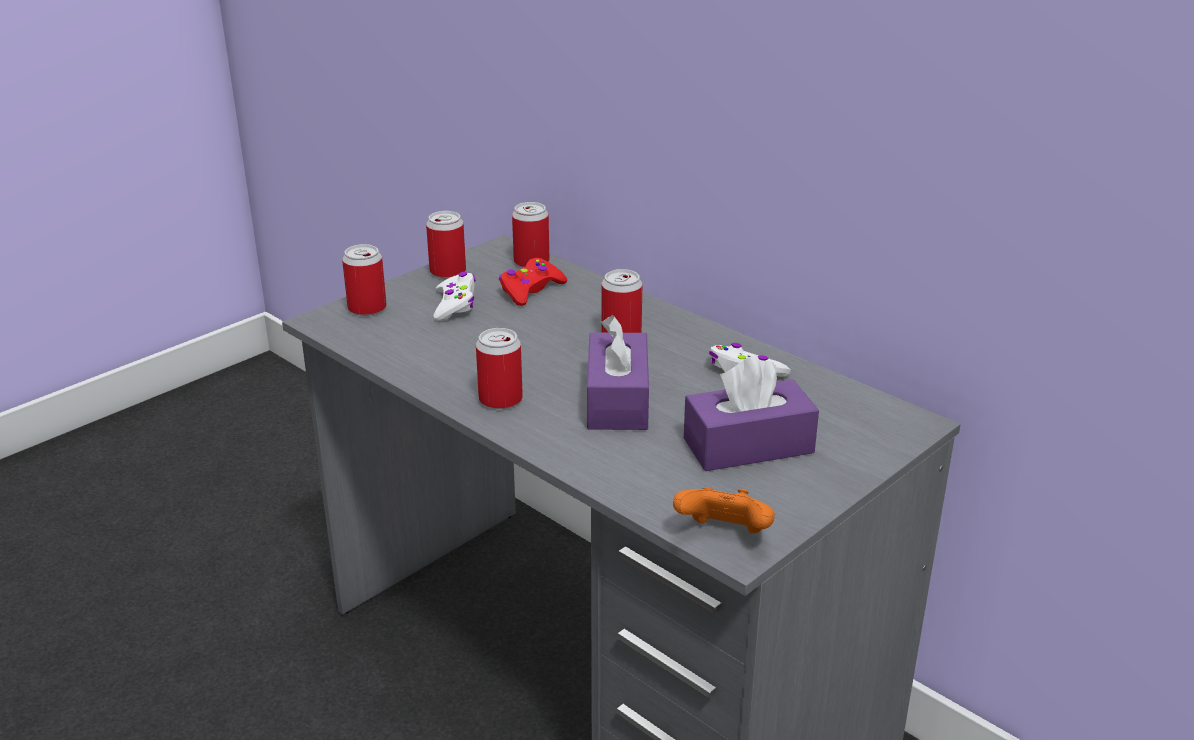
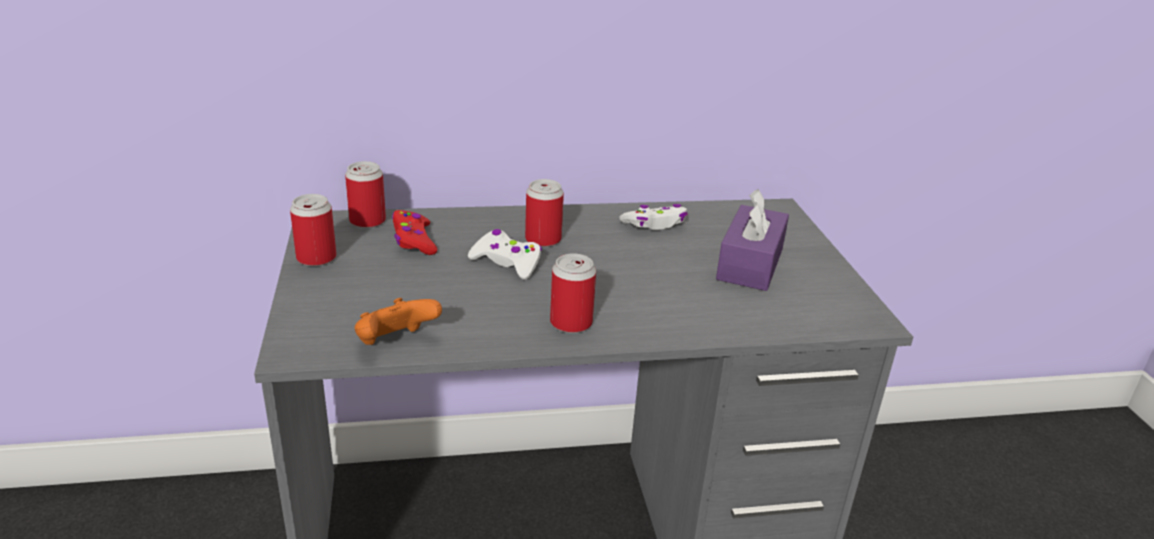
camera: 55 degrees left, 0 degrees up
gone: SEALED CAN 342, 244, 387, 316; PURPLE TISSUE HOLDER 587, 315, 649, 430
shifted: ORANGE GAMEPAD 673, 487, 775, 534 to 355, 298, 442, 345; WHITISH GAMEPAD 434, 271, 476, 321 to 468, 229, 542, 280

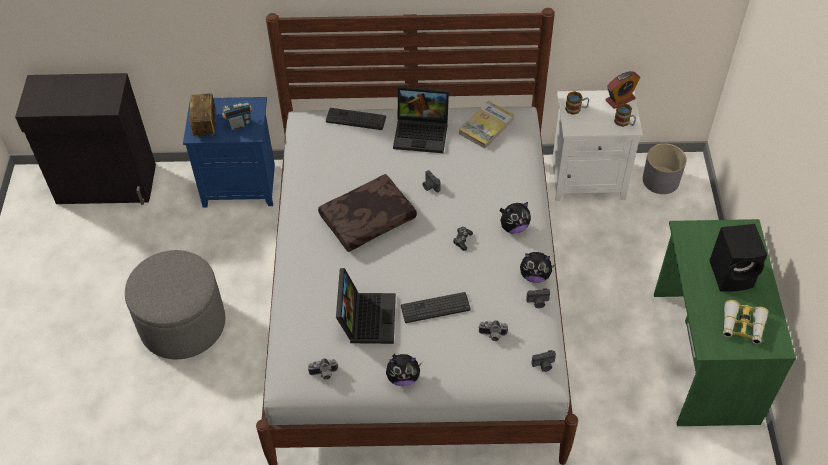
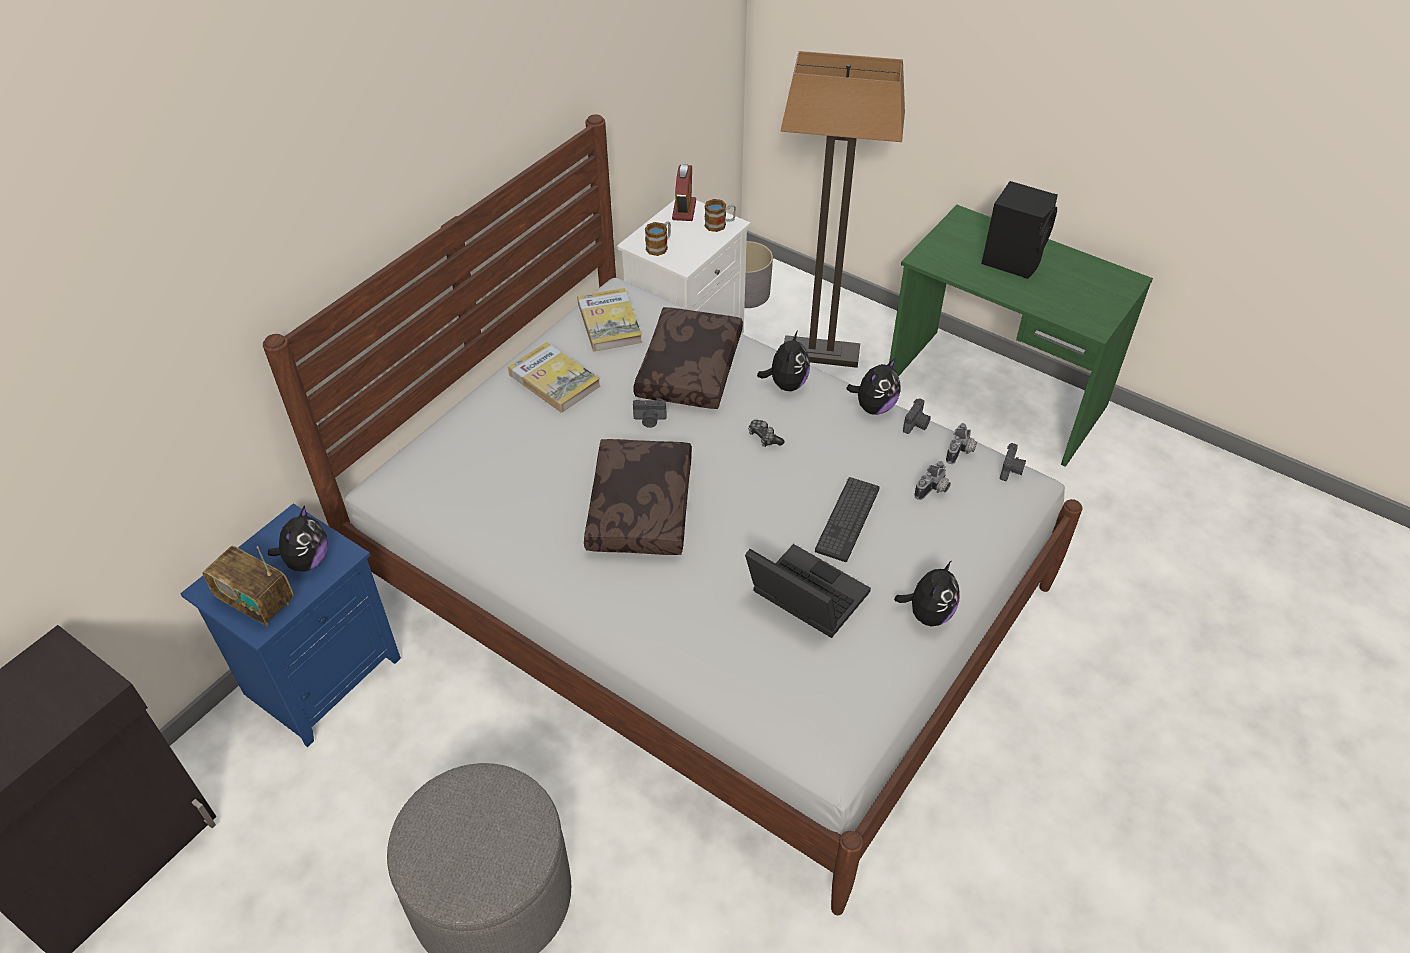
camera: 55 degrees left, 5 degrees down
gone: COMPUTER KEYBOARD 326, 108, 386, 130; FIELD GLASSES 723, 300, 768, 344
new: BROWNISH CUSHION 633, 307, 743, 409; STANDING LAMP 781, 51, 905, 368
shifted: STILL CAMERA 308, 358, 338, 380 to 946, 423, 977, 464
swapped: RADIO RECEIVER 222, 97, 253, 130 to CUDDLY TOY 268, 505, 328, 571; NOTEBOOK COMPUTER 393, 86, 449, 153 to VOLUME 508, 342, 600, 413

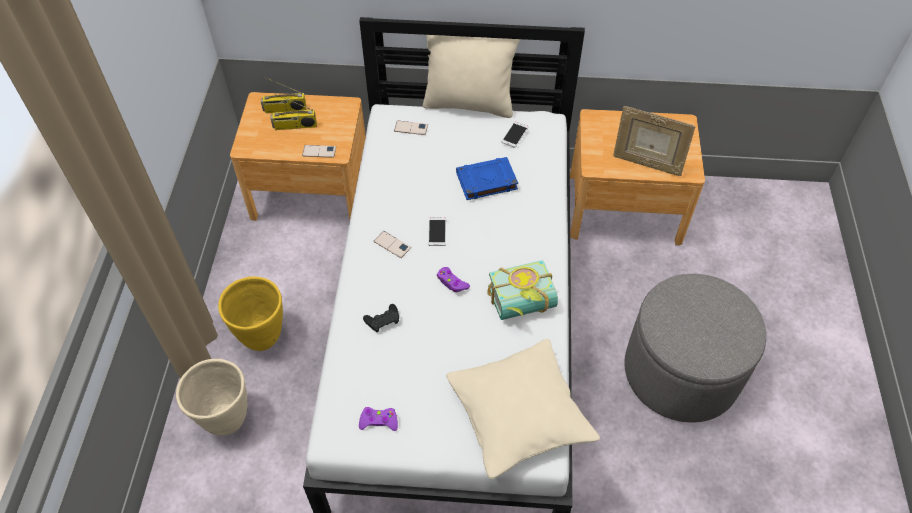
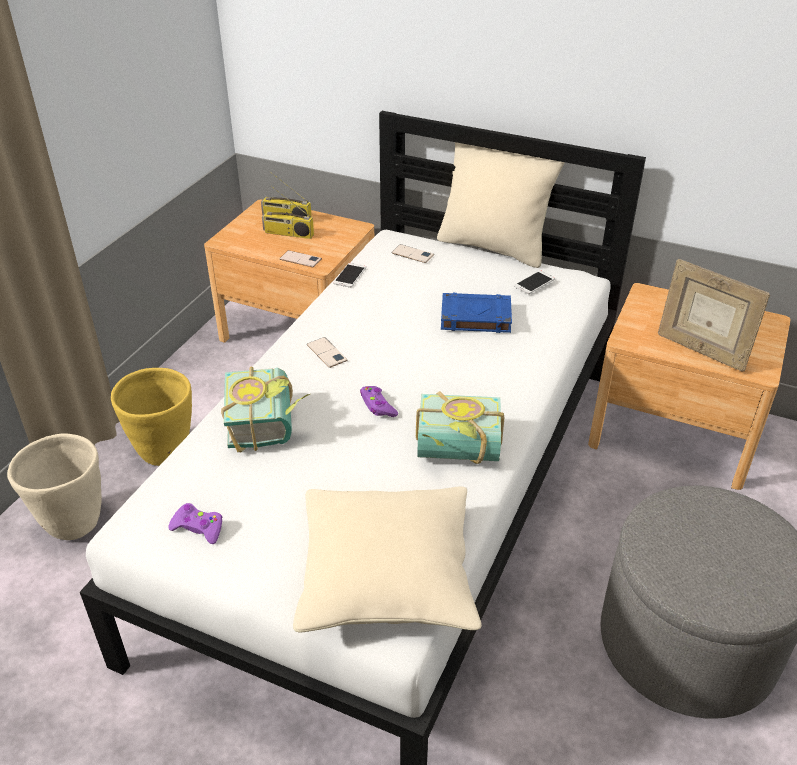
camera: 20 degrees right, 15 degrees down
shifted: PHONE 428, 217, 446, 246 to 334, 263, 366, 288
swapped: BLACKISH GAMEPAD 363, 304, 399, 332 to VOLUME 221, 367, 310, 452

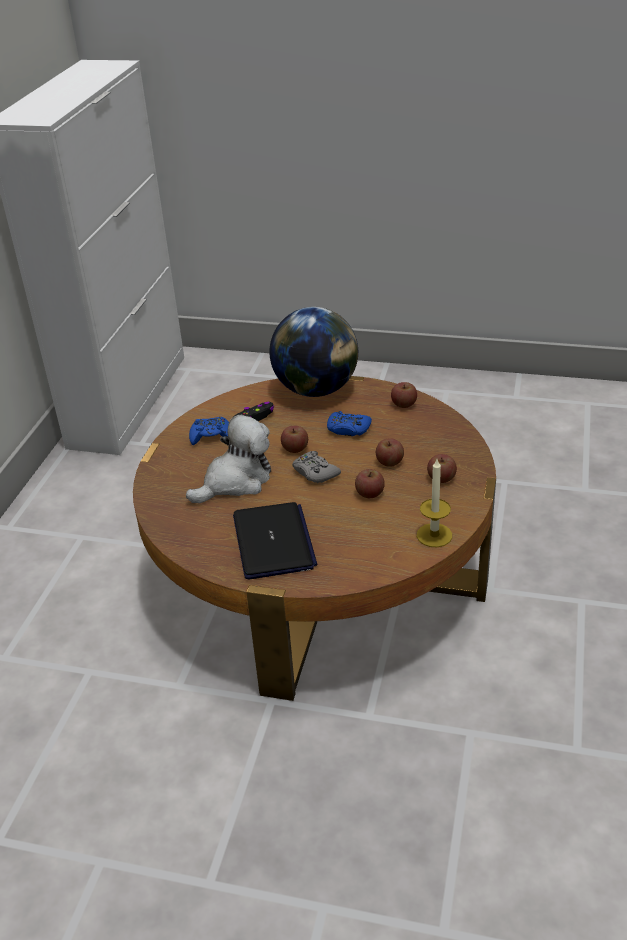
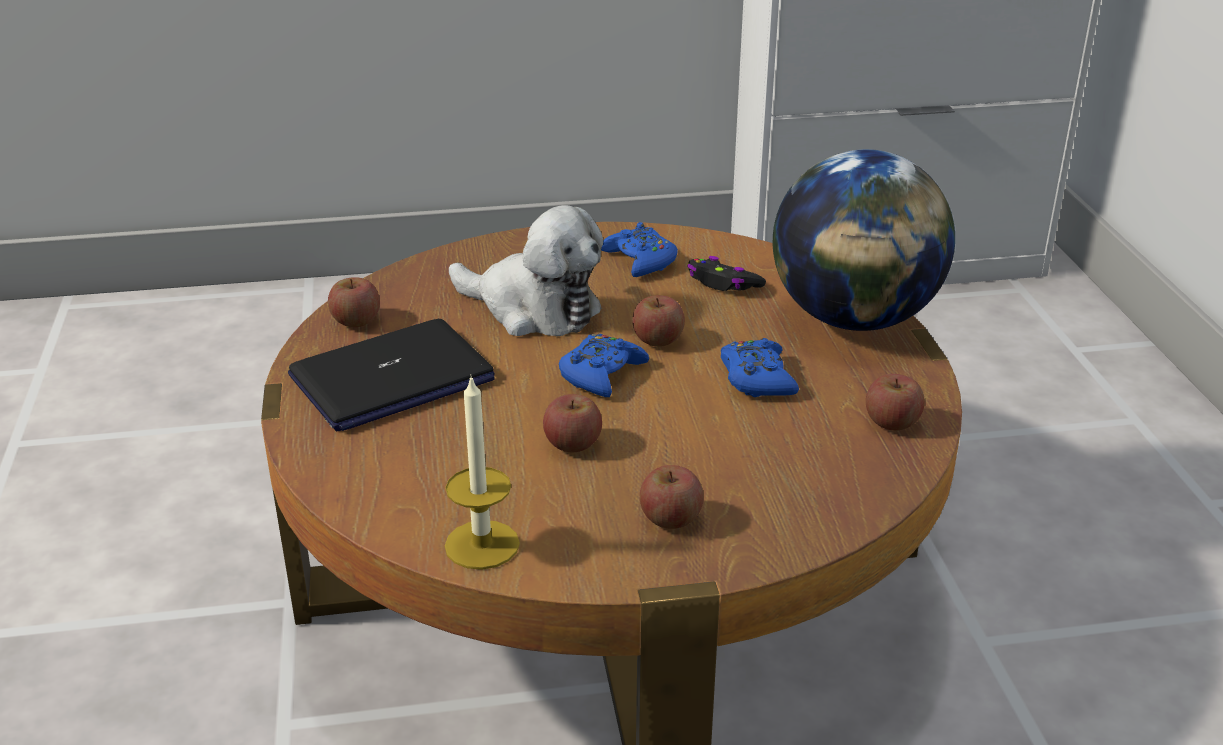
camera: 65 degrees right, 5 degrees down
shifted: WHOLE APPLE 376, 438, 404, 467 to 328, 277, 380, 327
repainted: GREYISH GAMEPAD 292, 451, 341, 483 to BLUE-COLOURED GAMEPAD 559, 334, 649, 397

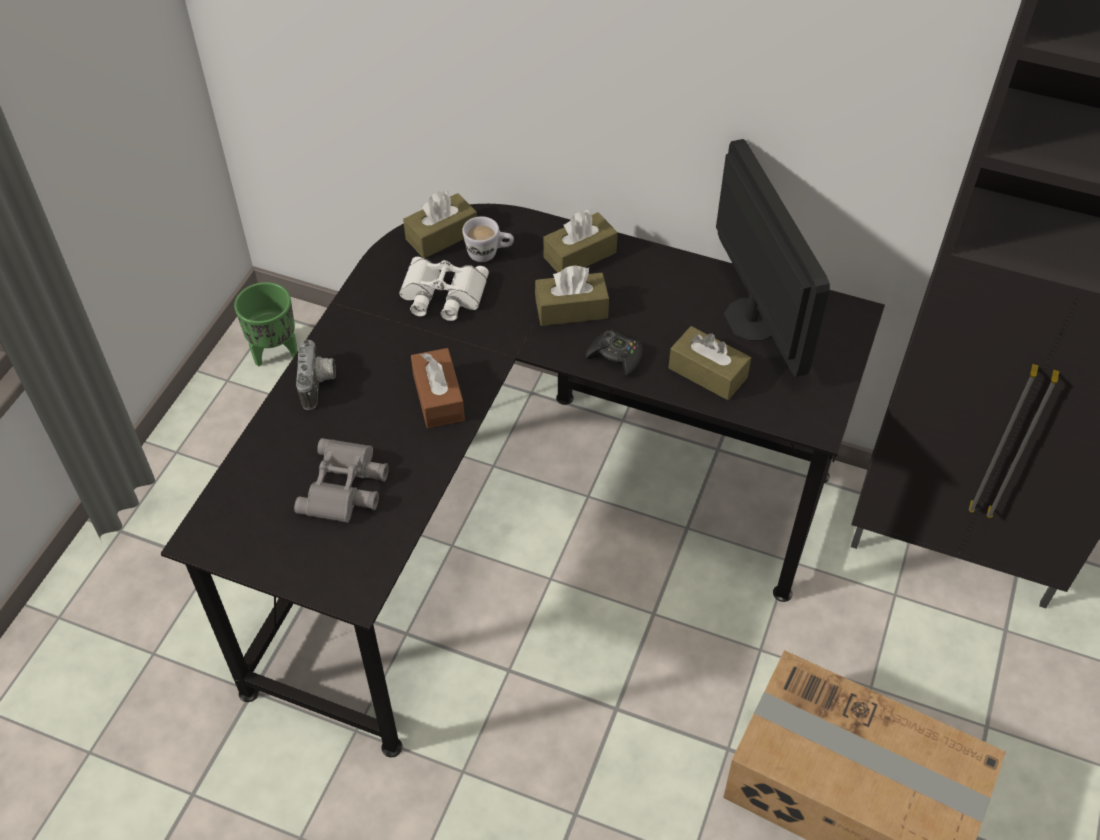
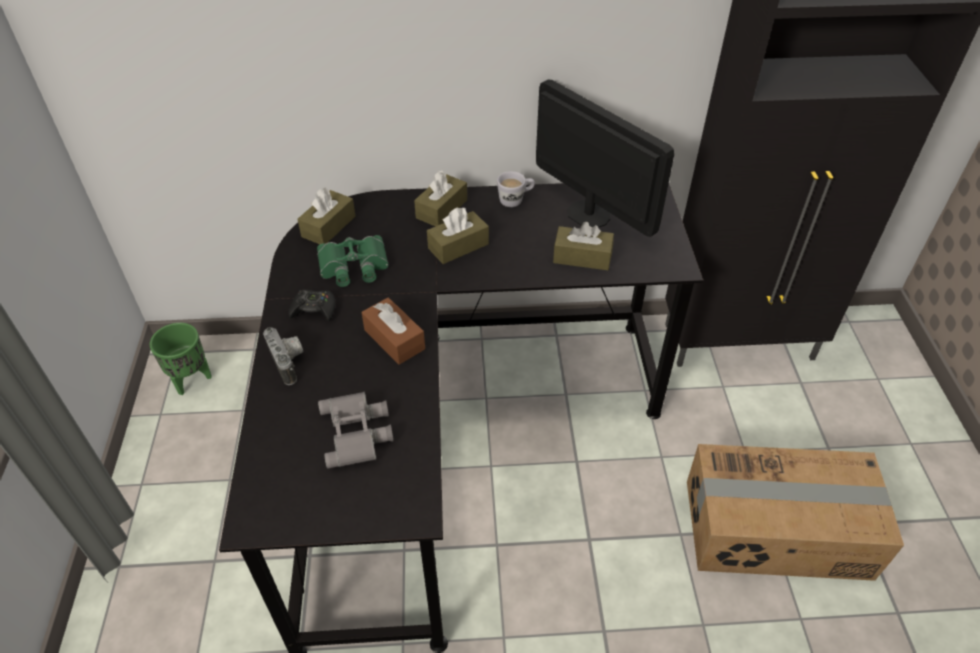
camera: 25 degrees left, 5 degrees down
shifted: BLACKISH GAMEPAD 585, 330, 643, 377 to 288, 289, 335, 321; WHITISH MUG 462, 216, 514, 262 to 497, 171, 535, 207
repainted: WHITISH FIELD GLASSES 399, 257, 489, 321 to GREEN-COLOURED FIELD GLASSES 317, 235, 388, 287

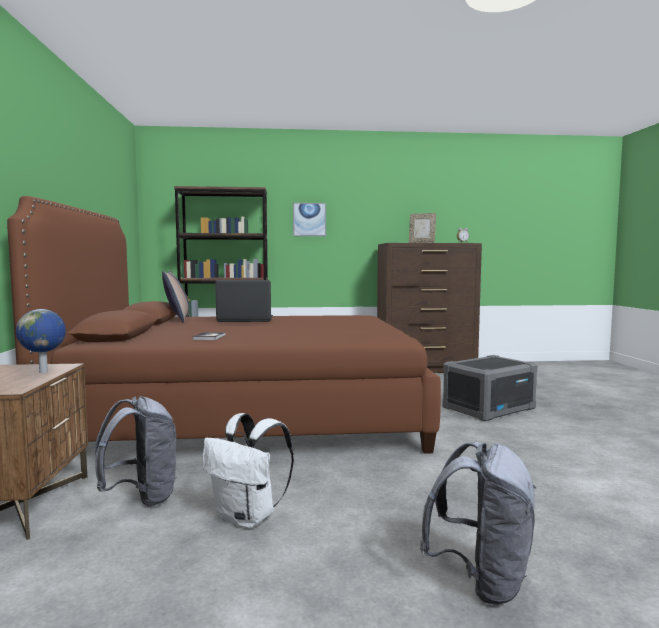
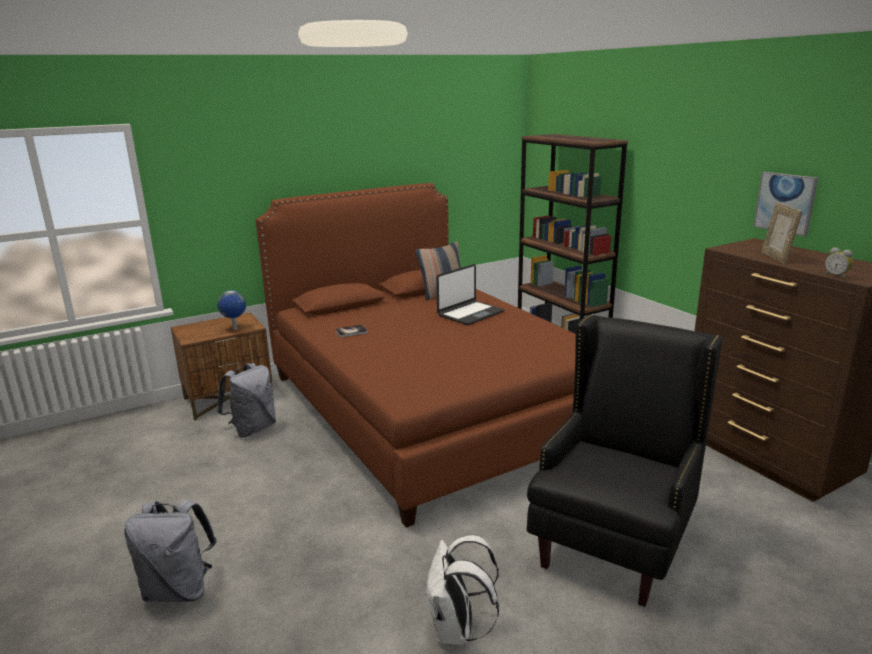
camera: 65 degrees right, 15 degrees up
shifted: WHITISH RUCKSACK 202, 413, 294, 529 to 425, 535, 499, 645; WALL ART 293, 203, 326, 236 to 753, 172, 818, 236
swapped: GREYISH STORAGE BOX 442, 355, 538, 421 to BLACKISH ARMCHAIR 527, 314, 723, 607
rotated: NOTEBOOK COMPUTER 215, 280, 273, 322 = 436, 264, 505, 325 75 degrees clockwise

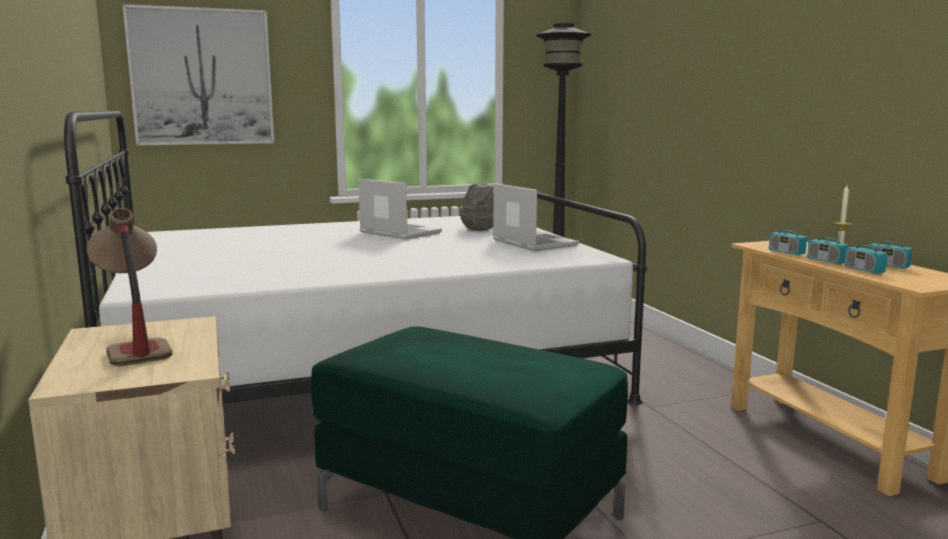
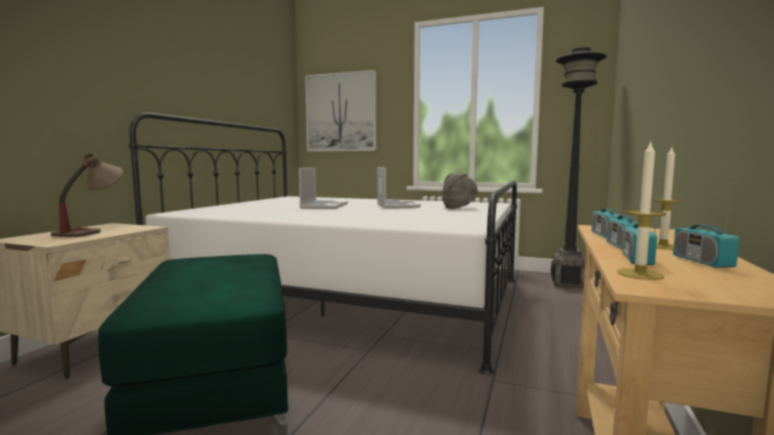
camera: 40 degrees right, 5 degrees down
new: WAX CANDLE 617, 141, 666, 280
shifted: NOTEBOOK COMPUTER 493, 183, 579, 251 to 299, 167, 348, 209

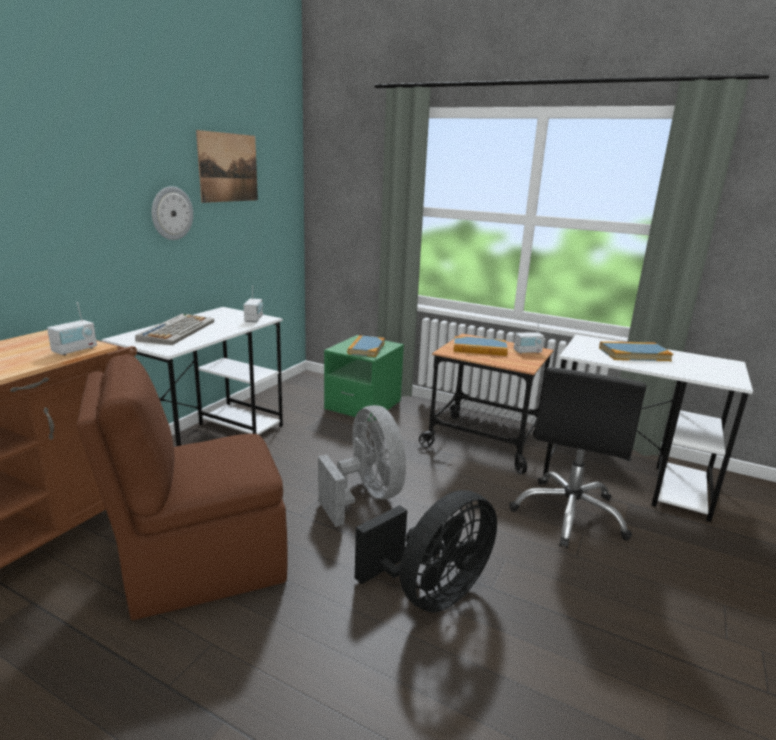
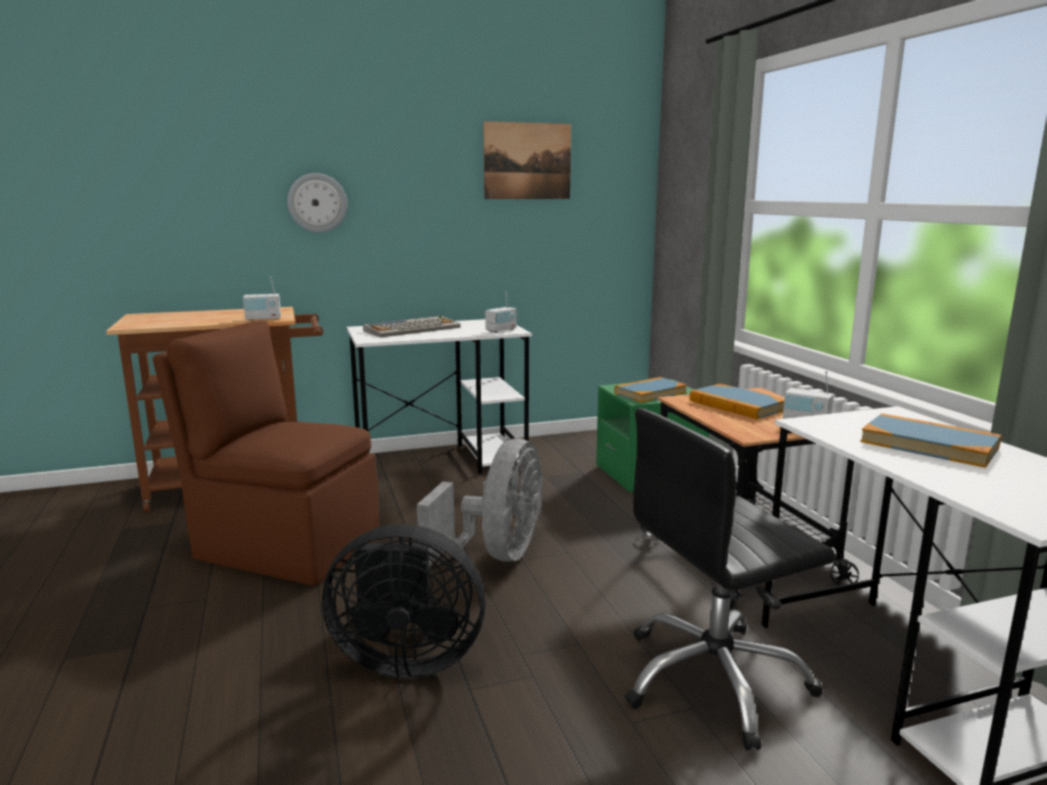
camera: 45 degrees right, 5 degrees down
shifted: HANGING CLOCK 152, 186, 193, 240 to 287, 173, 347, 233

